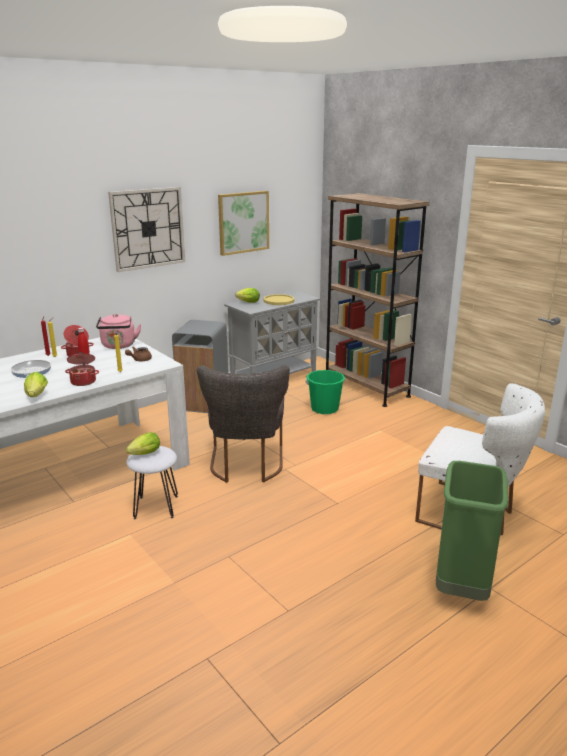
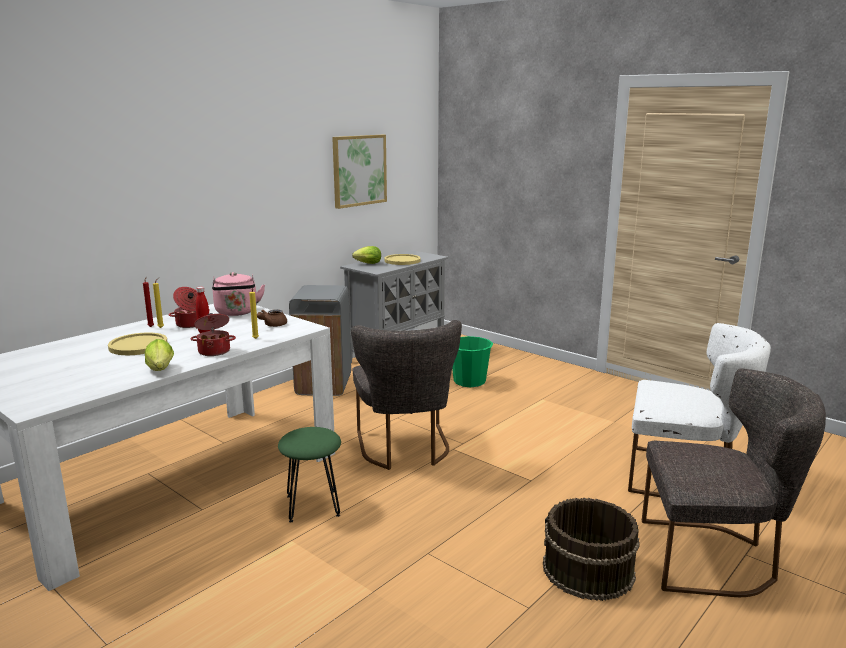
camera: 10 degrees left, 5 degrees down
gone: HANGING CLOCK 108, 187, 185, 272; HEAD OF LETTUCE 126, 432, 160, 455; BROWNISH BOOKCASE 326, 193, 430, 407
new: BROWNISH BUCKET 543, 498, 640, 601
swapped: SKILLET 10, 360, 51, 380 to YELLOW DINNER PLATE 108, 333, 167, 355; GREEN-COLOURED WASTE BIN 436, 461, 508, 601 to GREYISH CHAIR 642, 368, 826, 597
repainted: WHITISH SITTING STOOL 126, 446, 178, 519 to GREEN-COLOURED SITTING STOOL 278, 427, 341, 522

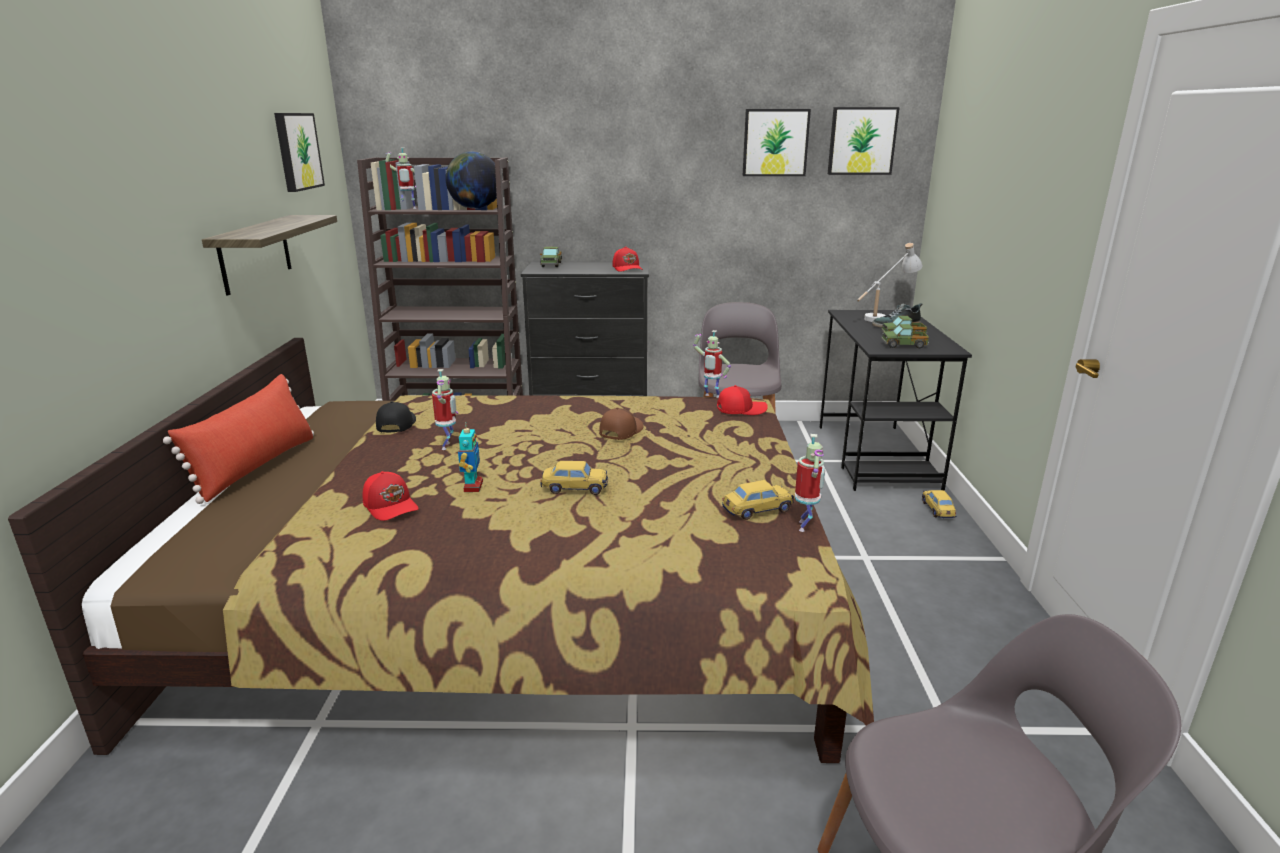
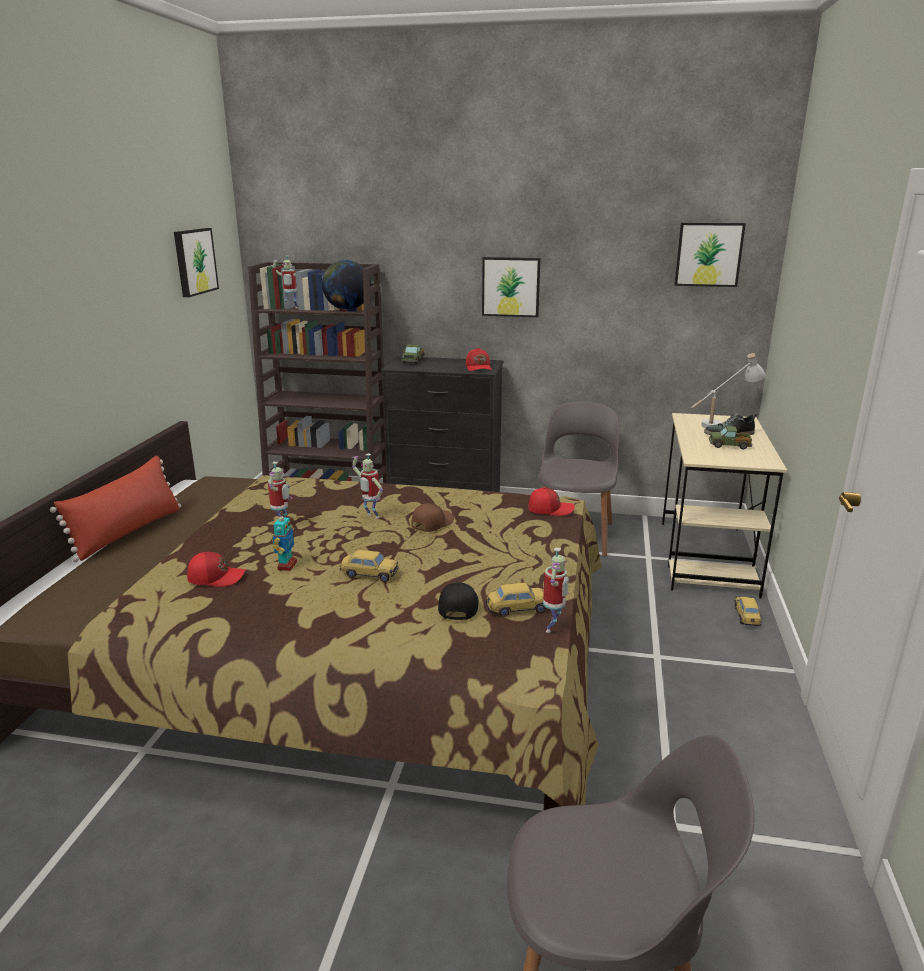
camera: 10 degrees right, 0 degrees up
gone: SHELF 202, 215, 337, 296; MODEL TRUCK 881, 324, 929, 348
shifted: ROBOT FIGURE 693, 330, 731, 398 to 352, 453, 383, 519; BLACKISH BASEBALL CAP 376, 401, 416, 432 to 438, 582, 479, 620; WALL ART 742, 109, 811, 176 to 482, 257, 541, 317
repainted: BLACKISH DESK UNIT 820, 310, 972, 491 to SAND-COLOURED DESK UNIT 662, 413, 787, 599
rotated: REDDISH BASEBALL CAP 362, 471, 419, 521 = 187, 552, 245, 587 60 degrees counterclockwise

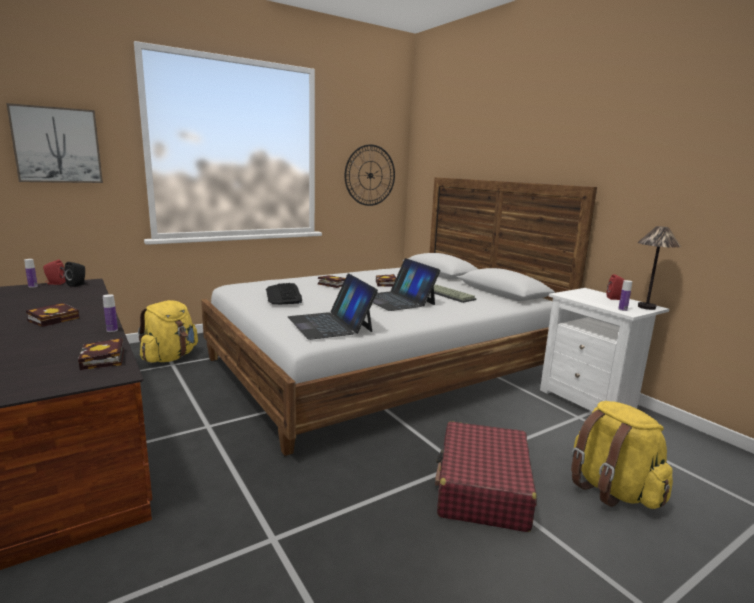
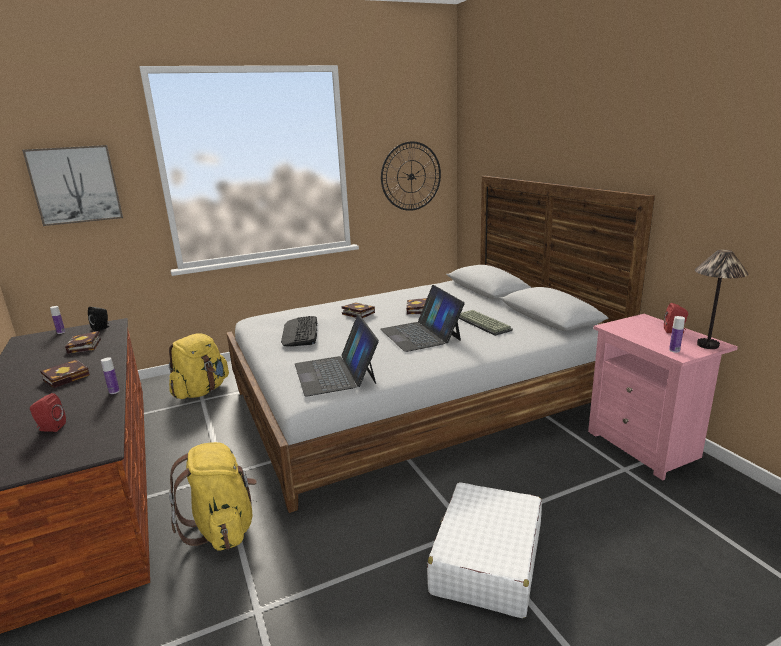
camera: 10 degrees right, 5 degrees up
shifted: REDDISH AUDIO SPEAKER 43, 260, 66, 285 to 30, 393, 66, 432; VOLUME 78, 338, 124, 370 to 65, 331, 101, 354; YELLOW RUCKSACK 571, 401, 673, 509 to 169, 442, 257, 551
repainted: REDDISH TRAVEL CASE 435, 421, 537, 532 to WHITISH TRAVEL CASE 427, 482, 542, 618; WHITISH BEDSIDE TABLE 540, 288, 669, 412 to PINKISH BEDSIDE TABLE 588, 314, 738, 480

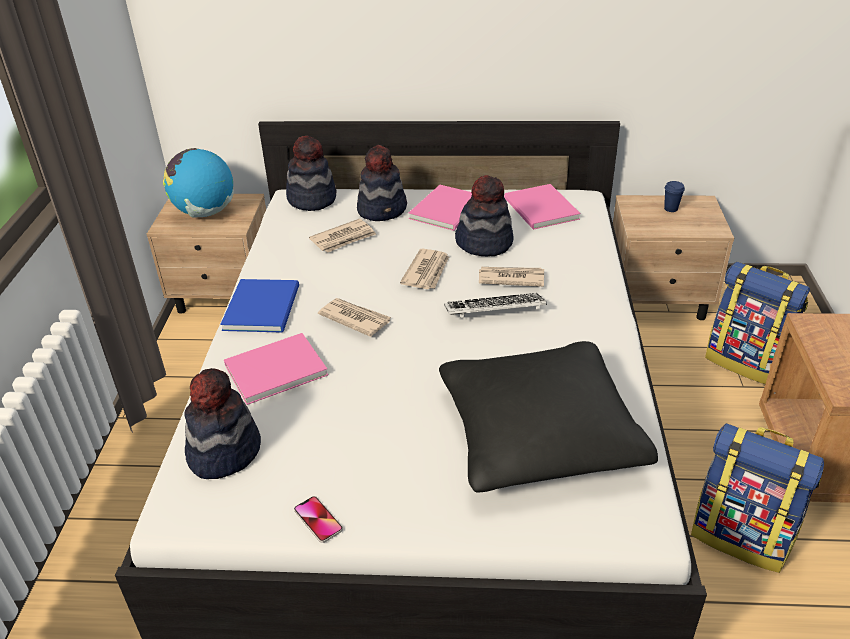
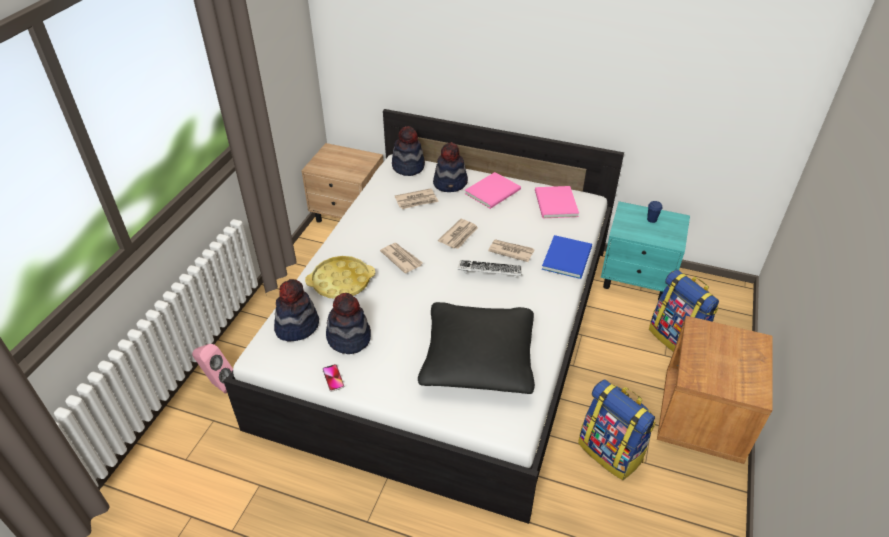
camera: 15 degrees right, 5 degrees up
gone: DESK GLOBE 163, 148, 234, 217
new: PINKISH AUDIO SPEAKER 192, 344, 233, 393
shifted: WEARABLE HAT 455, 175, 514, 256 to 326, 293, 371, 354; BLUE-COLOURED VOLUME 220, 279, 299, 332 to 542, 235, 592, 279
swapped: PINKISH VOLUME 224, 333, 328, 405 to YELLOW TRAY 305, 256, 375, 299
repainted: SAND-COLOURED BEDSIDE TABLE 613, 195, 734, 320 to BLUE-GREEN BEDSIDE TABLE 601, 201, 690, 300

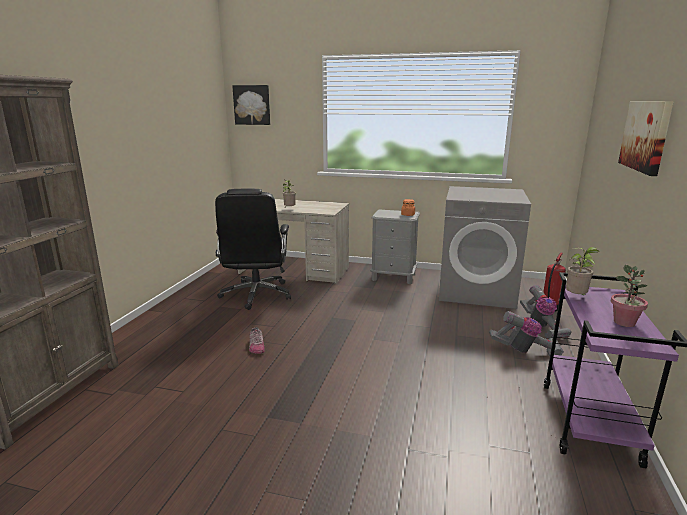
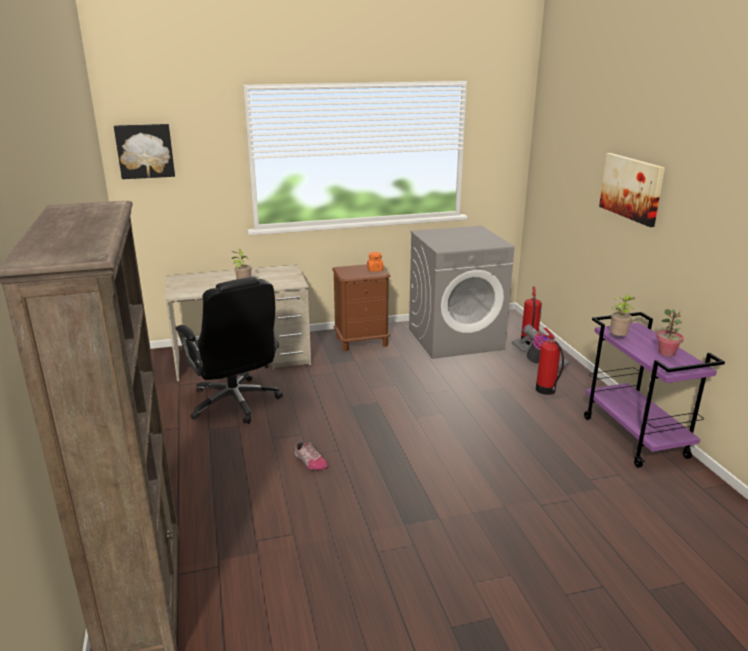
camera: 30 degrees left, 5 degrees up
swapped: HOOVER 489, 311, 564, 356 to FIRE EXTINGUISHER 536, 328, 564, 395
repainted: GREYISH BEDSIDE TABLE 370, 209, 420, 284 to BROWNISH BEDSIDE TABLE 332, 264, 390, 352

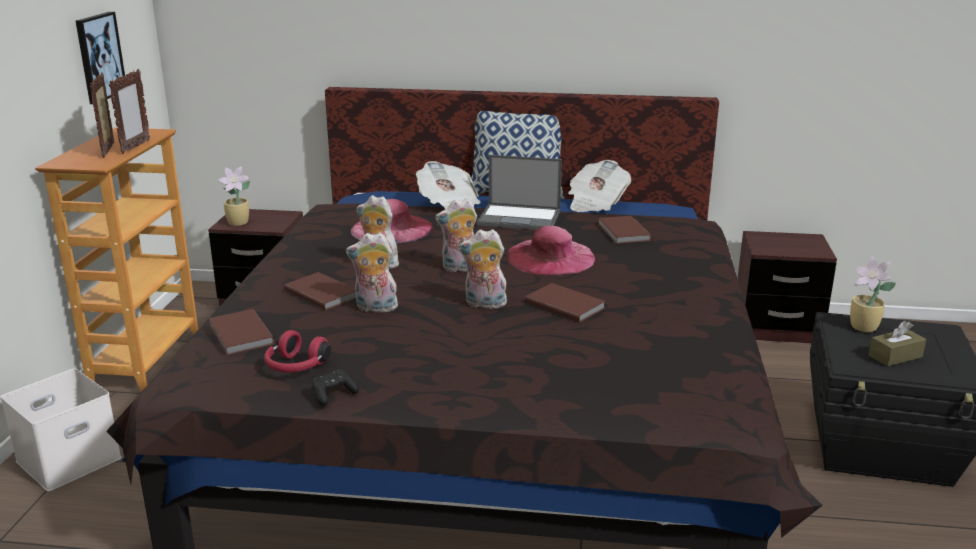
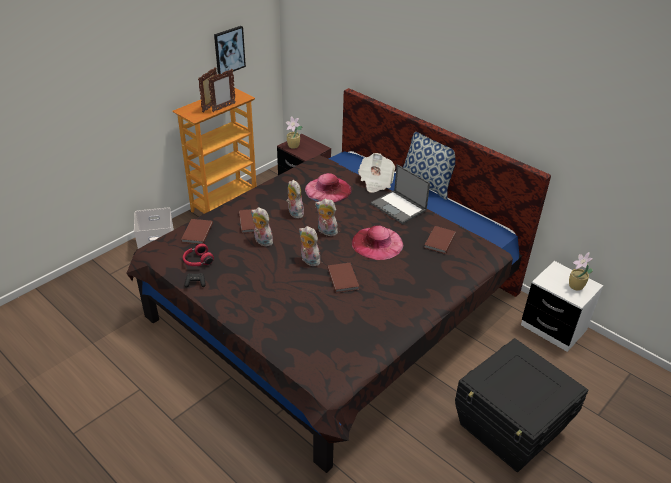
camera: 35 degrees right, 15 degrees up
gone: DAILY PAPER 568, 160, 632, 212; BROWNISH TISSUE HOLDER 869, 321, 926, 366
shifted: PLANT IN A POT 850, 256, 896, 332 to 569, 252, 593, 291
repainted: BROWNISH BEDSIDE TABLE 738, 231, 837, 343 to WHITISH BEDSIDE TABLE 521, 261, 603, 352

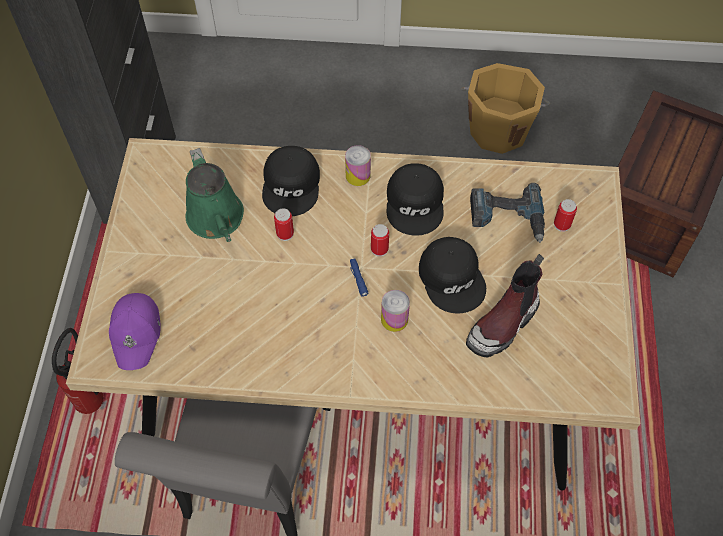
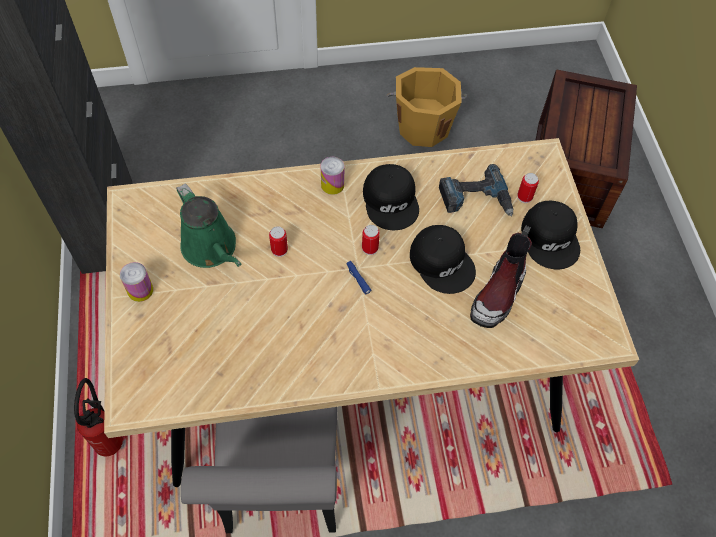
camera: 15 degrees left, 0 degrees up
gone: PURPLE BASEBALL CAP 109, 293, 161, 370
shifted: SEALED CAN 381, 290, 410, 332 to 120, 262, 153, 302; BLACKISH BASEBALL CAP 262, 146, 320, 216 to 521, 201, 580, 269

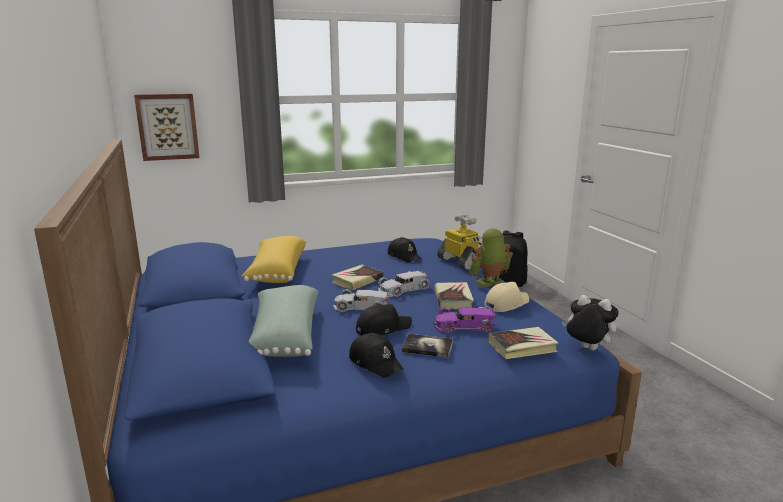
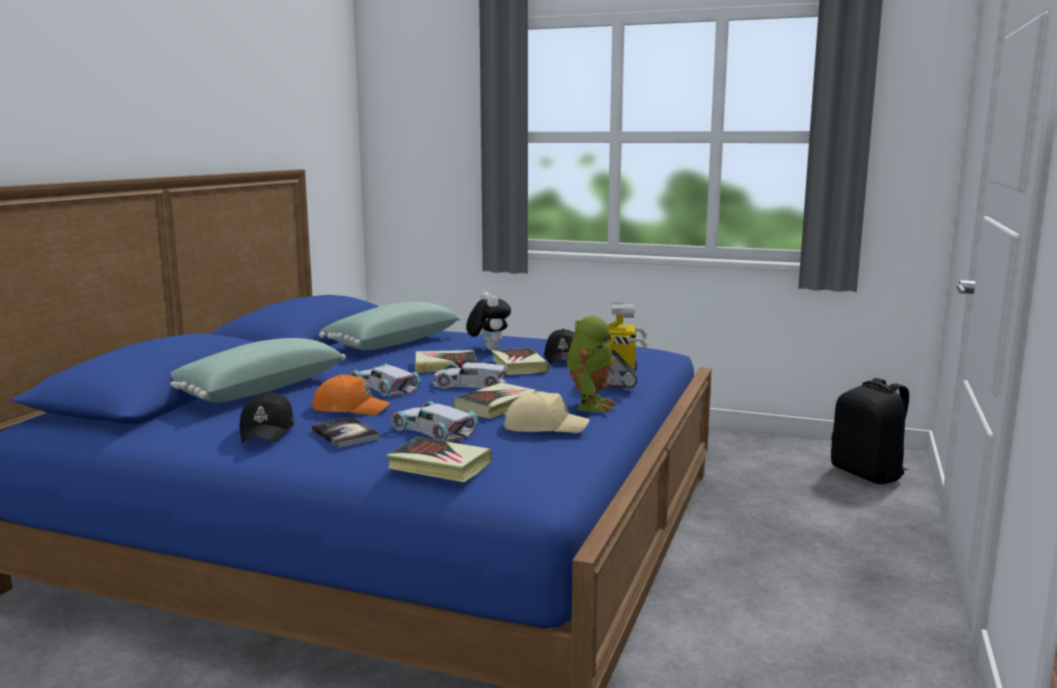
camera: 40 degrees right, 5 degrees down
gone: WALL ART 134, 94, 200, 161
new: VOLUME 491, 348, 549, 375
shifted: CUDDLY TOY 562, 295, 619, 350 to 466, 292, 511, 350
repainted: BLACKISH BASEBALL CAP 356, 304, 412, 336 to ORANGE BASEBALL CAP 312, 374, 391, 416; YELLOW CUSHION 242, 236, 306, 283 to GREEN-COLOURED CUSHION 319, 302, 461, 350; PURPLE MINIATURE CAR 434, 307, 495, 333 to WHITISH MINIATURE CAR 391, 401, 479, 442
rotated: ROBOT FIGURE 469, 228, 513, 287 = 567, 316, 616, 412 90 degrees clockwise

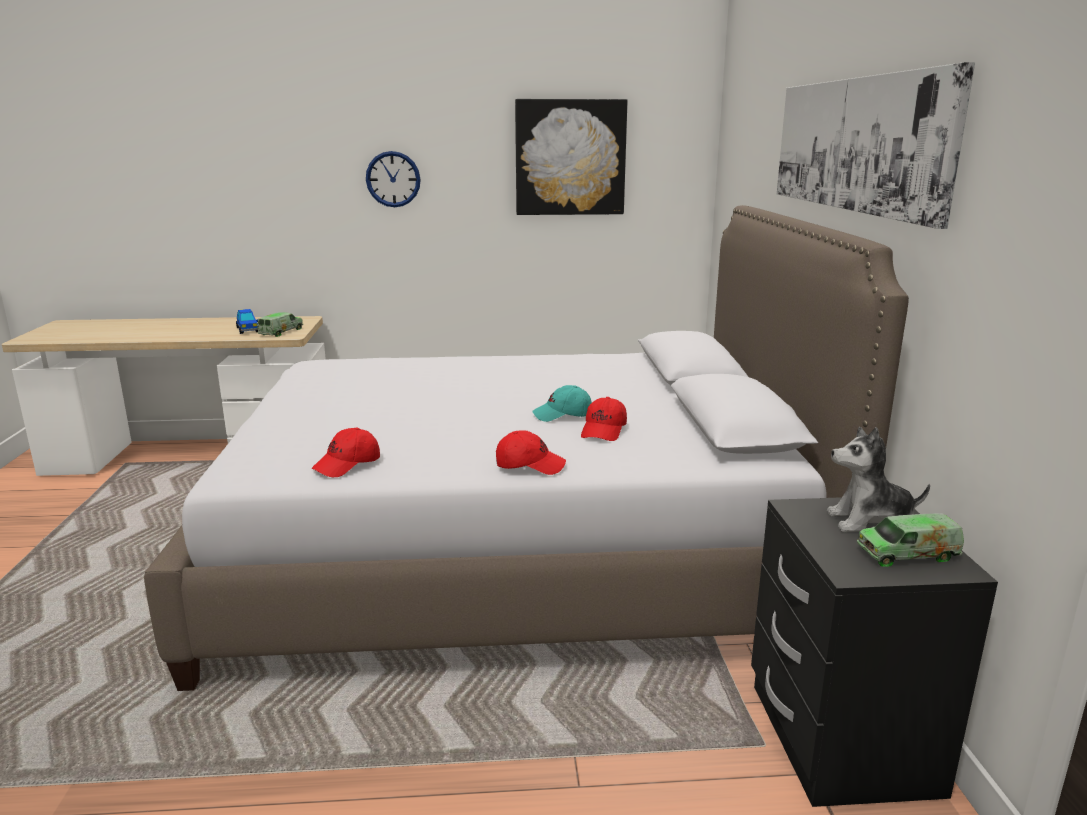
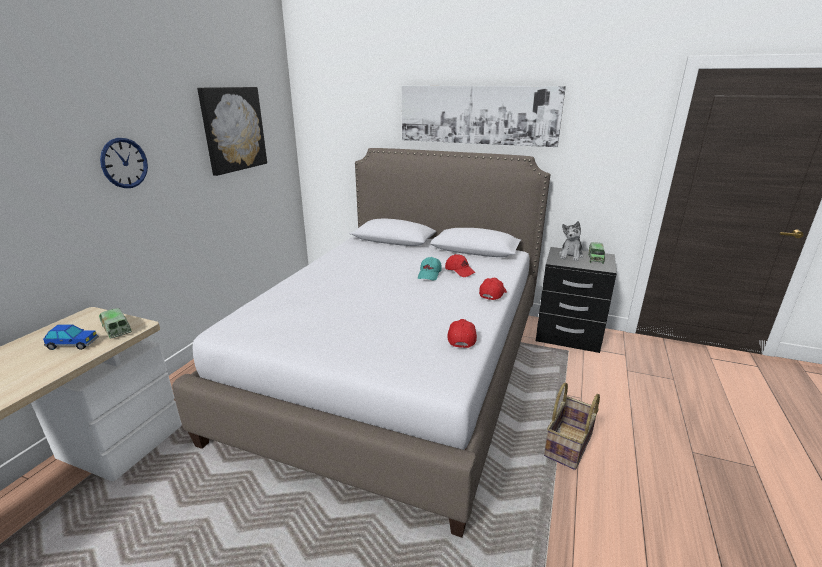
camera: 65 degrees left, 5 degrees up
new: STORAGE BASKET 544, 382, 600, 470
rotated: REDDISH BASEBALL CAP 311, 428, 380, 477 = 448, 319, 477, 348 150 degrees counterclockwise

